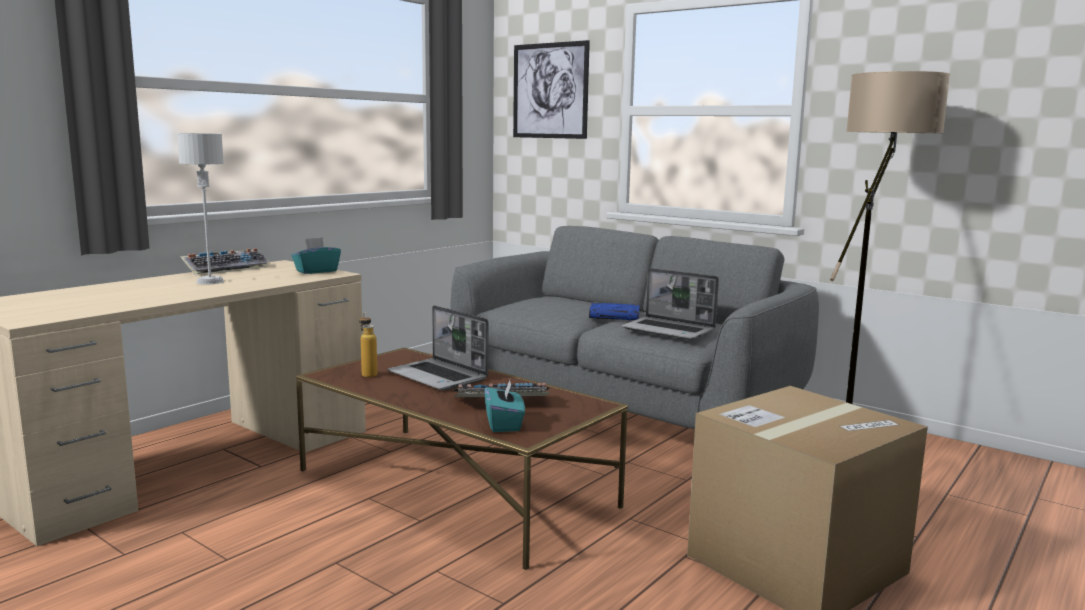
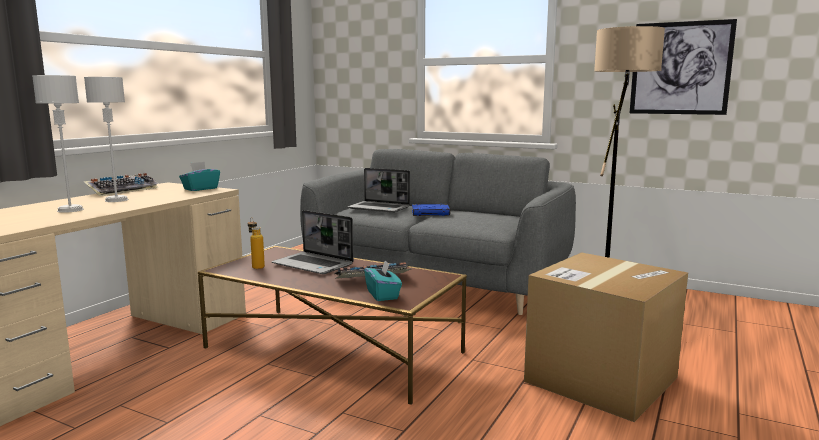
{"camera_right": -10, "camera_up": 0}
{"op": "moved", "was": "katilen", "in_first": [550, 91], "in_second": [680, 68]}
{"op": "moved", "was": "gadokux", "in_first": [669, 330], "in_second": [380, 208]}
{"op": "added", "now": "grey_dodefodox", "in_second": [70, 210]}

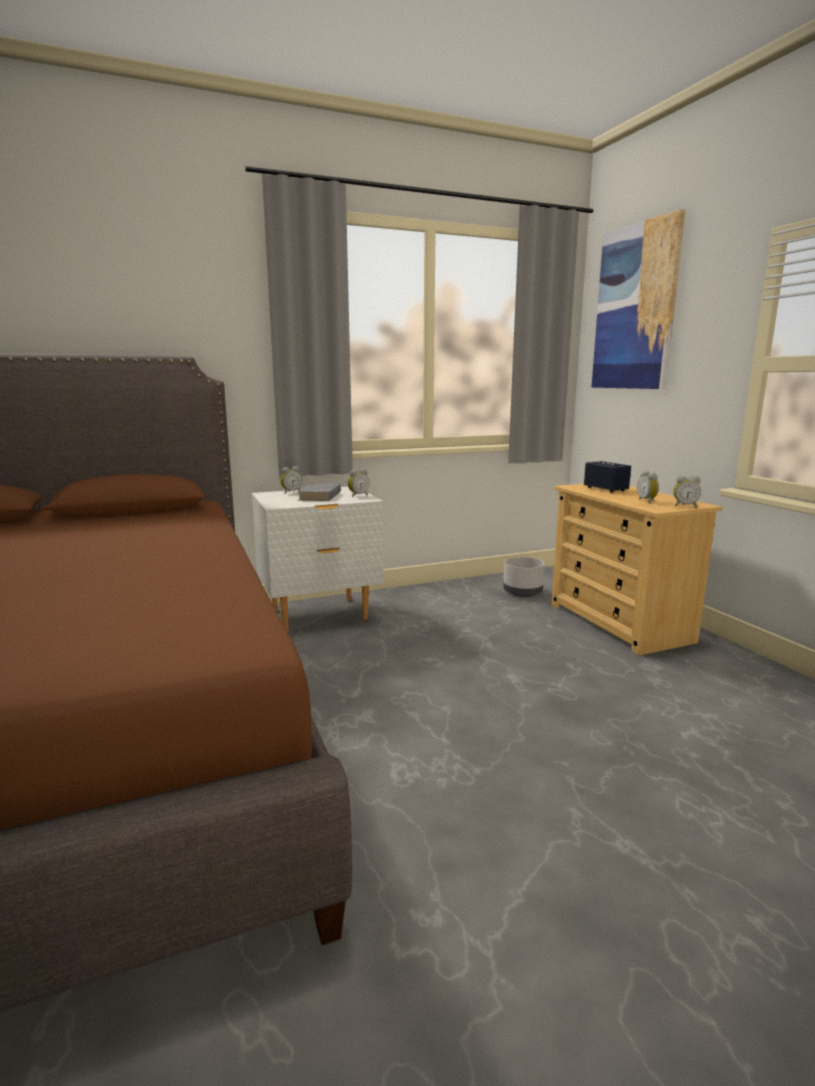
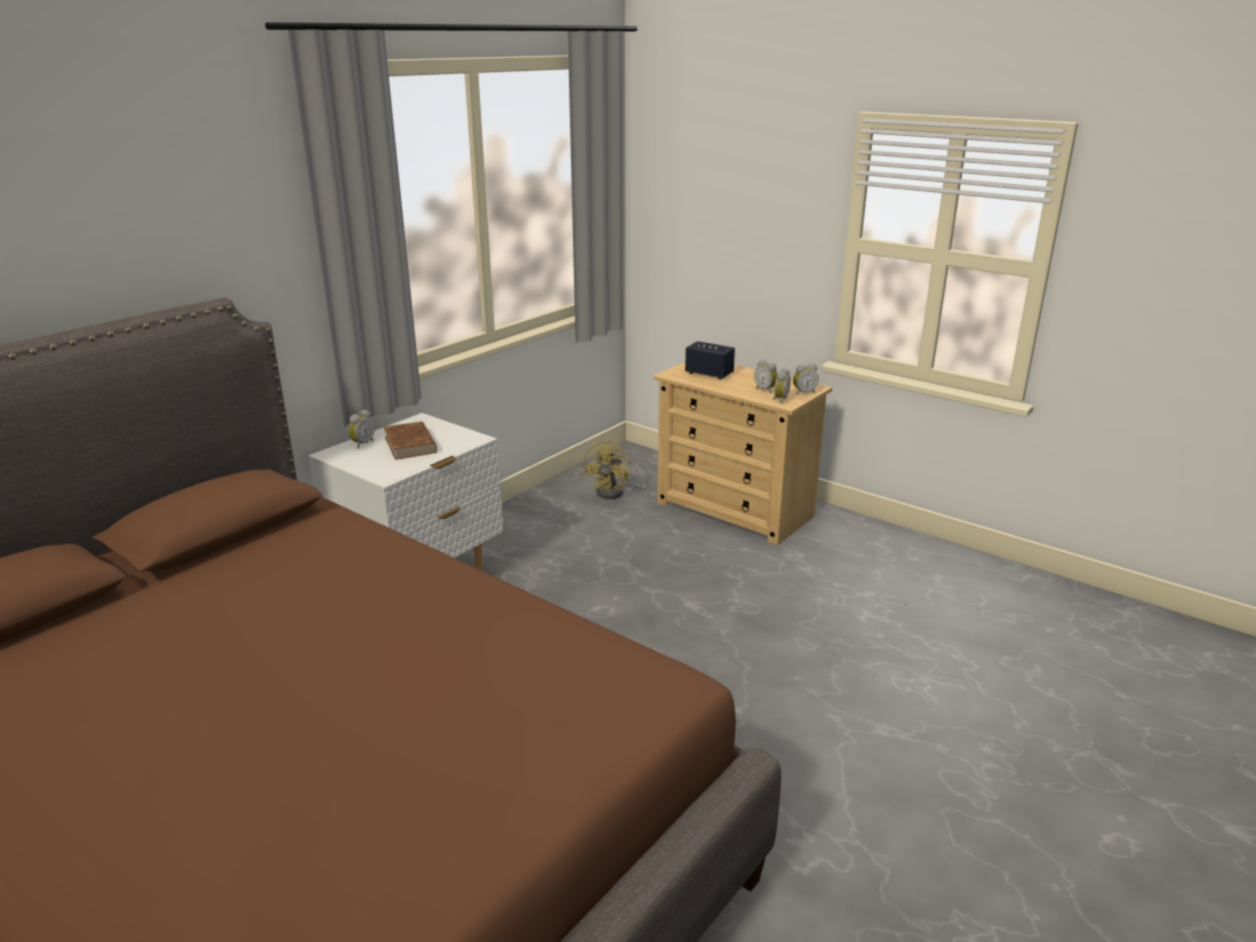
{"camera_right": -30, "camera_up": 10}
{"op": "removed", "was": "katilen", "in_first": [635, 308]}
{"op": "moved", "was": "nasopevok", "in_first": [358, 495], "in_second": [779, 400]}
{"op": "recoloured", "was": "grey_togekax", "now": "brown_togekax", "in_first": [320, 496], "in_second": [410, 444]}
{"op": "replaced", "was": "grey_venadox", "now": "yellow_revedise", "in_first": [523, 592], "in_second": [616, 492]}

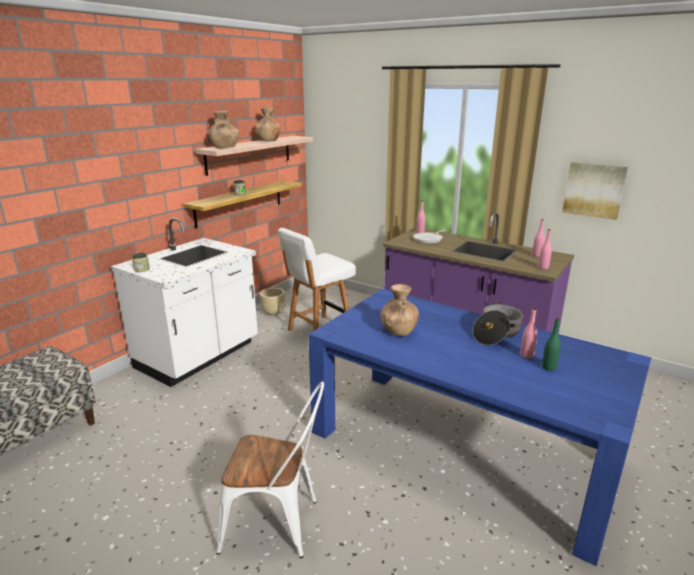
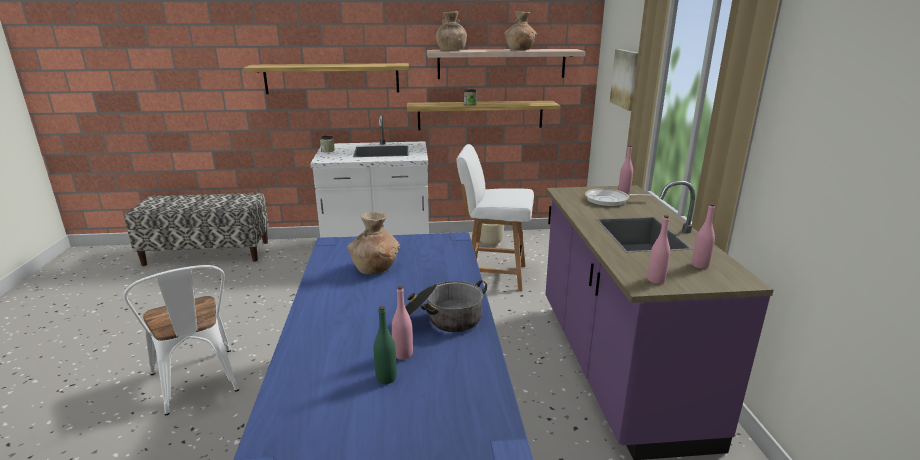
{"camera_right": 50, "camera_up": 0}
{"op": "moved", "was": "katilen", "in_first": [594, 190], "in_second": [626, 79]}
{"op": "added", "now": "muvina", "in_second": [332, 78]}

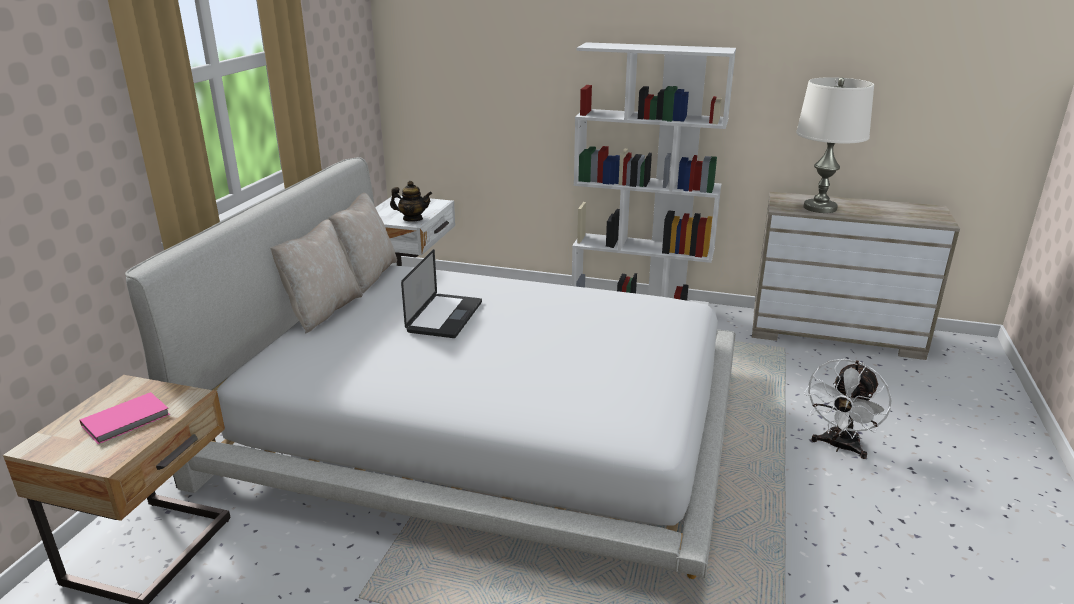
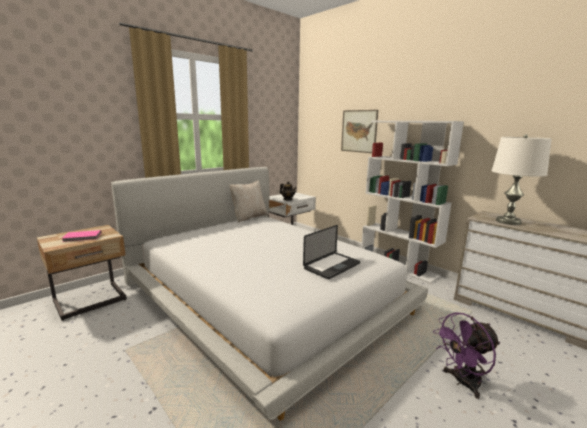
{"camera_right": 30, "camera_up": -10}
{"op": "removed", "was": "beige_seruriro", "in_first": [322, 311]}
{"op": "moved", "was": "gadokux", "in_first": [445, 317], "in_second": [332, 266]}
{"op": "recoloured", "was": "white_revedise", "now": "purple_revedise", "in_first": [839, 447], "in_second": [462, 382]}
{"op": "added", "now": "katilen", "in_second": [359, 131]}

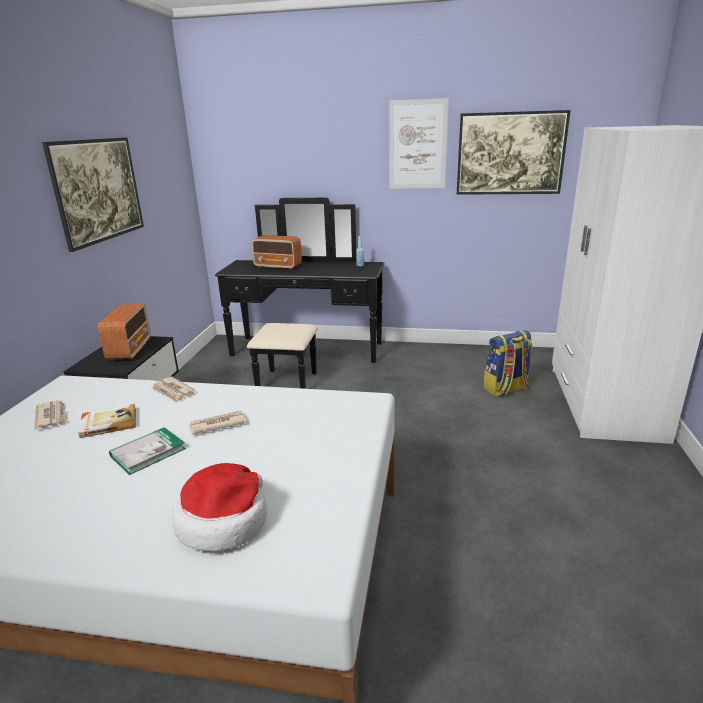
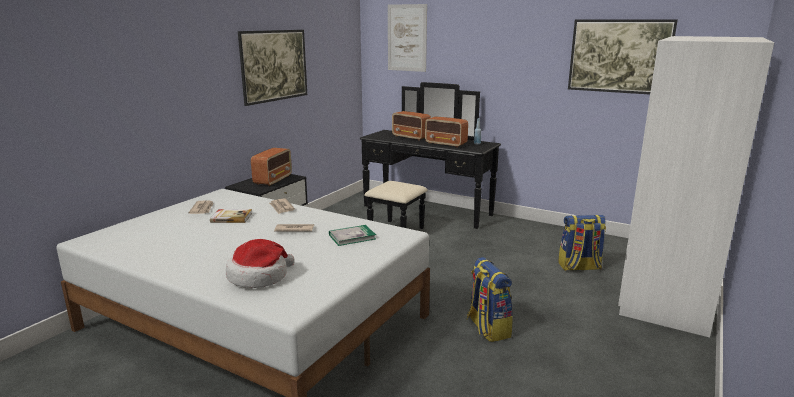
{"camera_right": 20, "camera_up": -5}
{"op": "moved", "was": "katilen", "in_first": [417, 145], "in_second": [407, 38]}
{"op": "moved", "was": "togekax", "in_first": [148, 452], "in_second": [352, 237]}
{"op": "added", "now": "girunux", "in_second": [446, 144]}
{"op": "added", "now": "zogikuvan", "in_second": [487, 328]}

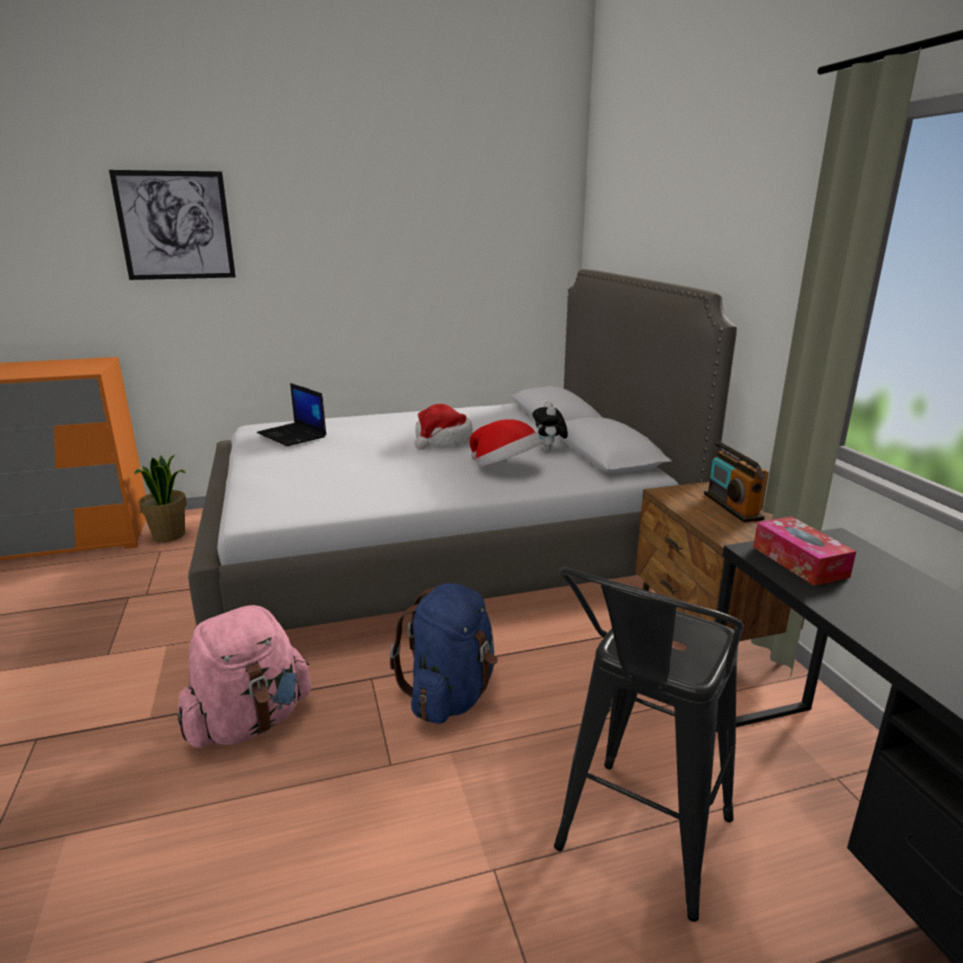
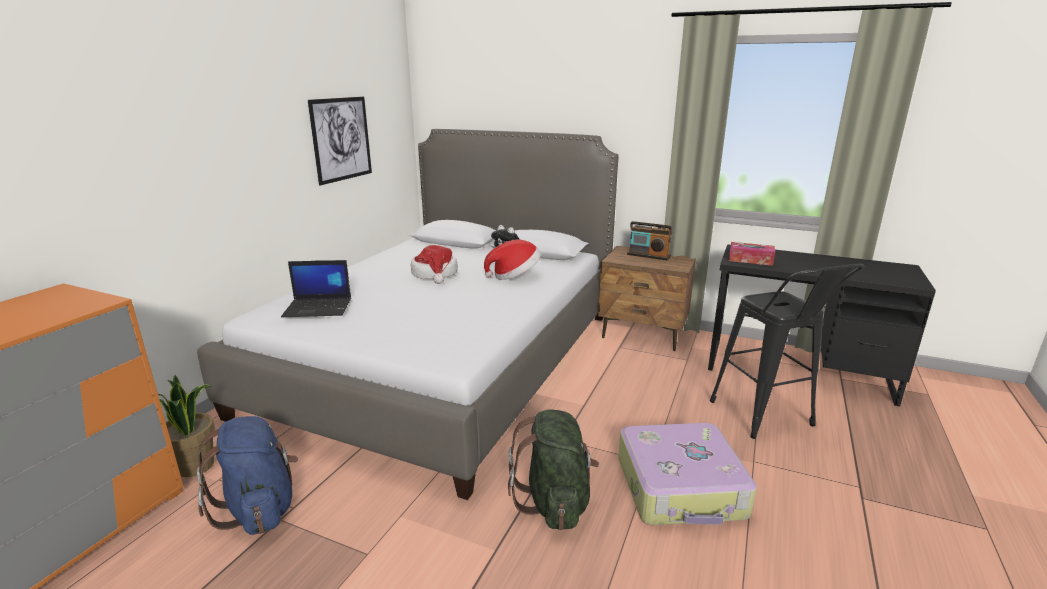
{"camera_right": -50, "camera_up": 0}
{"op": "moved", "was": "katilen", "in_first": [175, 226], "in_second": [341, 139]}
{"op": "moved", "was": "blue_zogikuvan", "in_first": [451, 695], "in_second": [260, 509]}
{"op": "recoloured", "was": "pink_zogikuvan", "now": "green_zogikuvan", "in_first": [250, 722], "in_second": [555, 502]}
{"op": "added", "now": "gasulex", "in_second": [681, 488]}

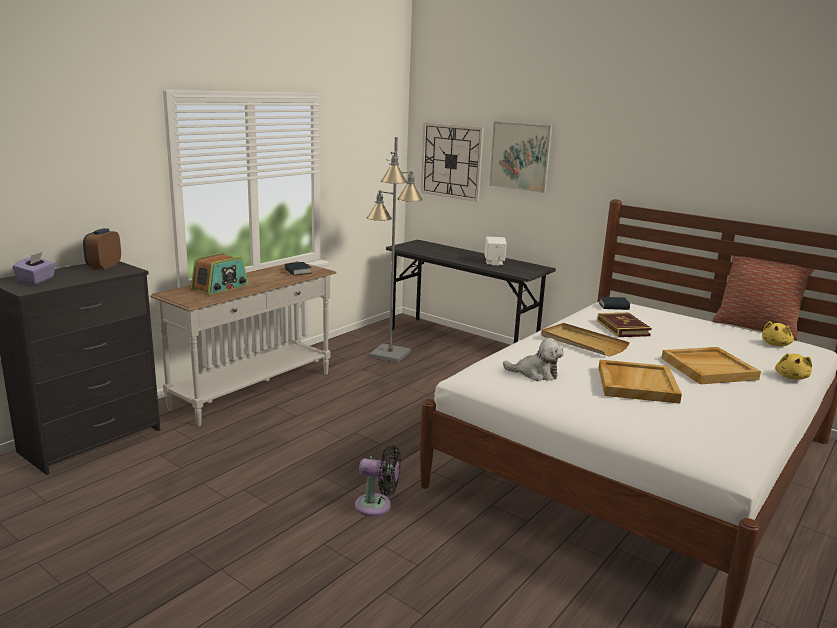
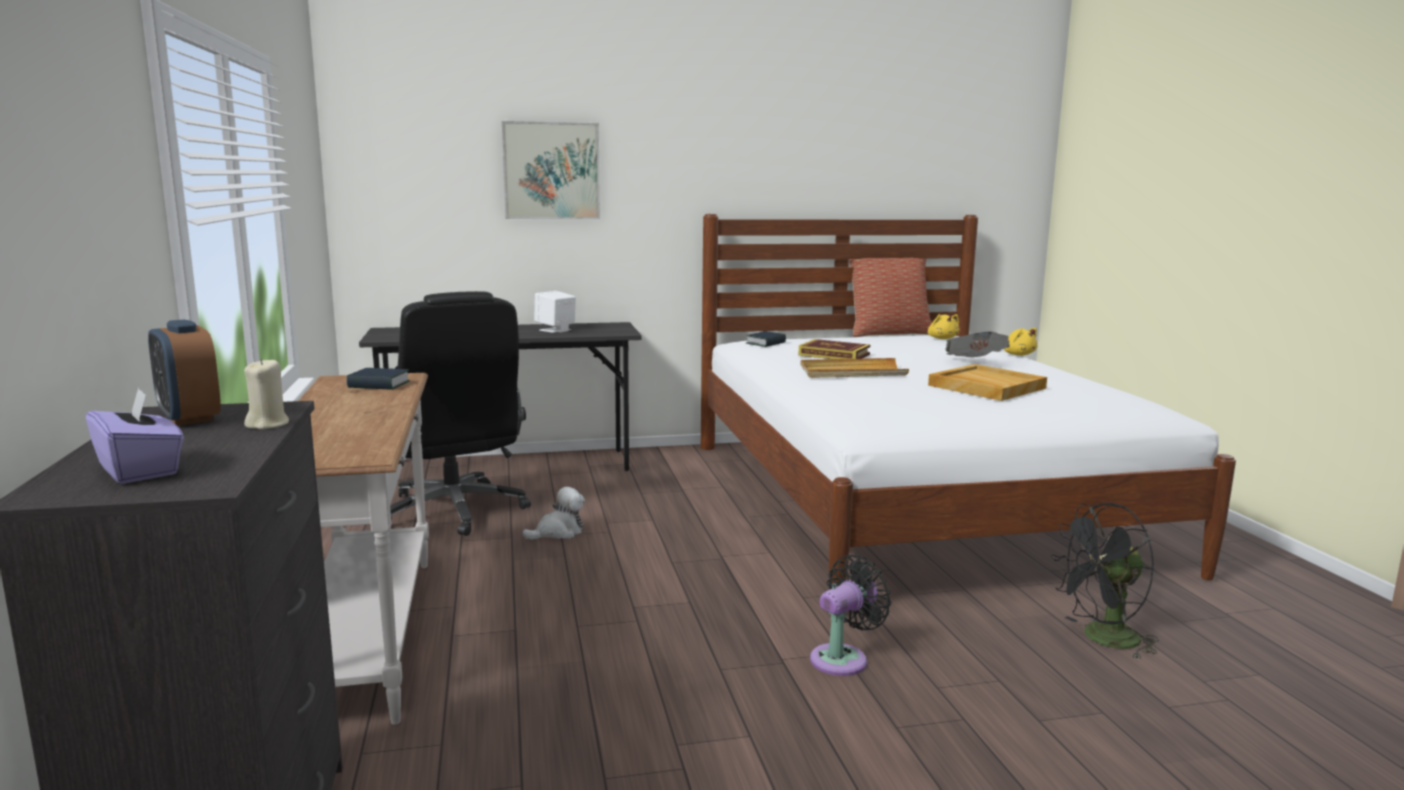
{"camera_right": -50, "camera_up": -5}
{"op": "removed", "was": "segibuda", "in_first": [451, 161]}
{"op": "replaced", "was": "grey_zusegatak", "now": "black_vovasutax", "in_first": [389, 354], "in_second": [454, 511]}
{"op": "removed", "was": "girunux", "in_first": [220, 287]}
{"op": "moved", "was": "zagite", "in_first": [535, 374], "in_second": [558, 532]}
{"op": "replaced", "was": "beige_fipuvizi", "now": "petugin", "in_first": [708, 368], "in_second": [975, 363]}
{"op": "added", "now": "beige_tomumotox", "in_second": [268, 424]}
{"op": "added", "now": "black_revedise", "in_second": [1102, 639]}

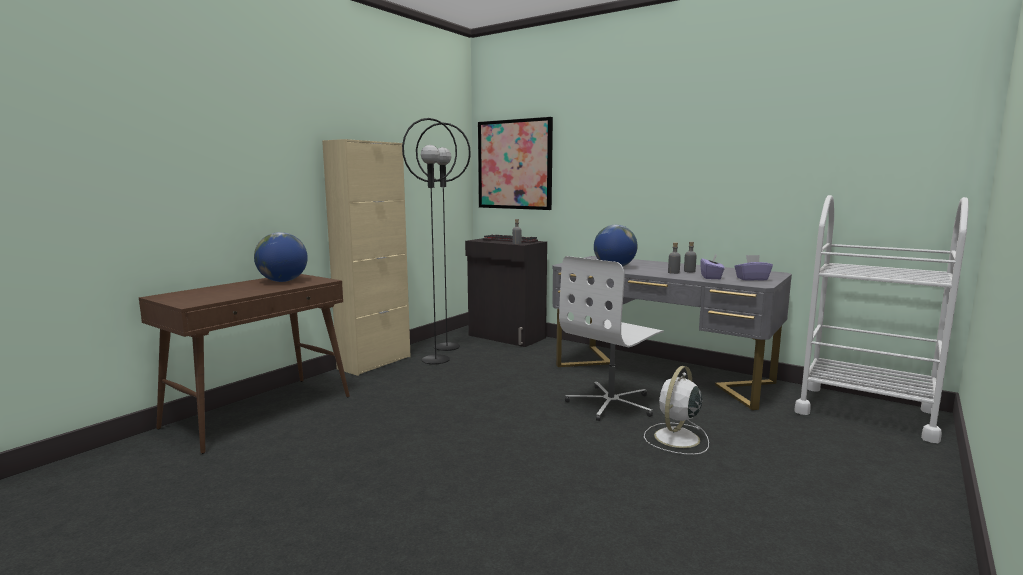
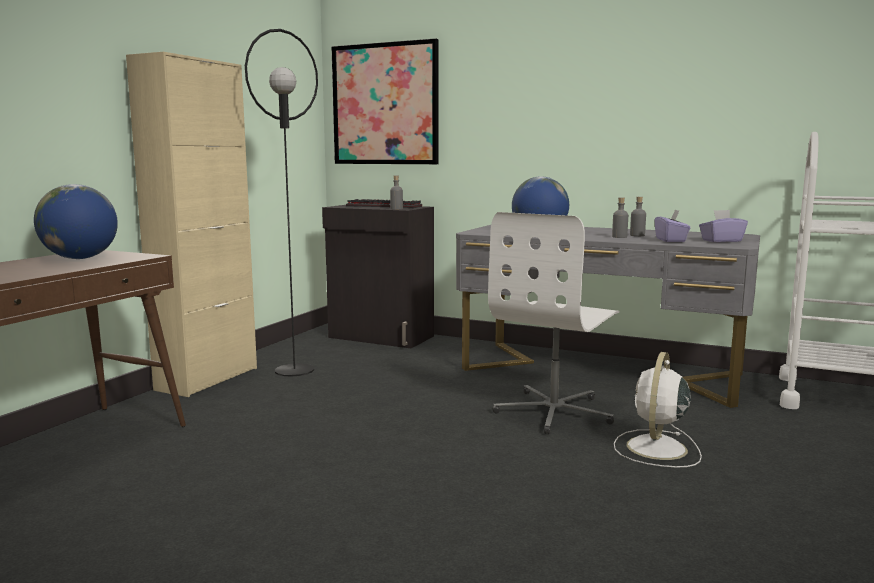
{"camera_right": -10, "camera_up": 0}
{"op": "removed", "was": "black_zusegatak", "in_first": [447, 346]}

